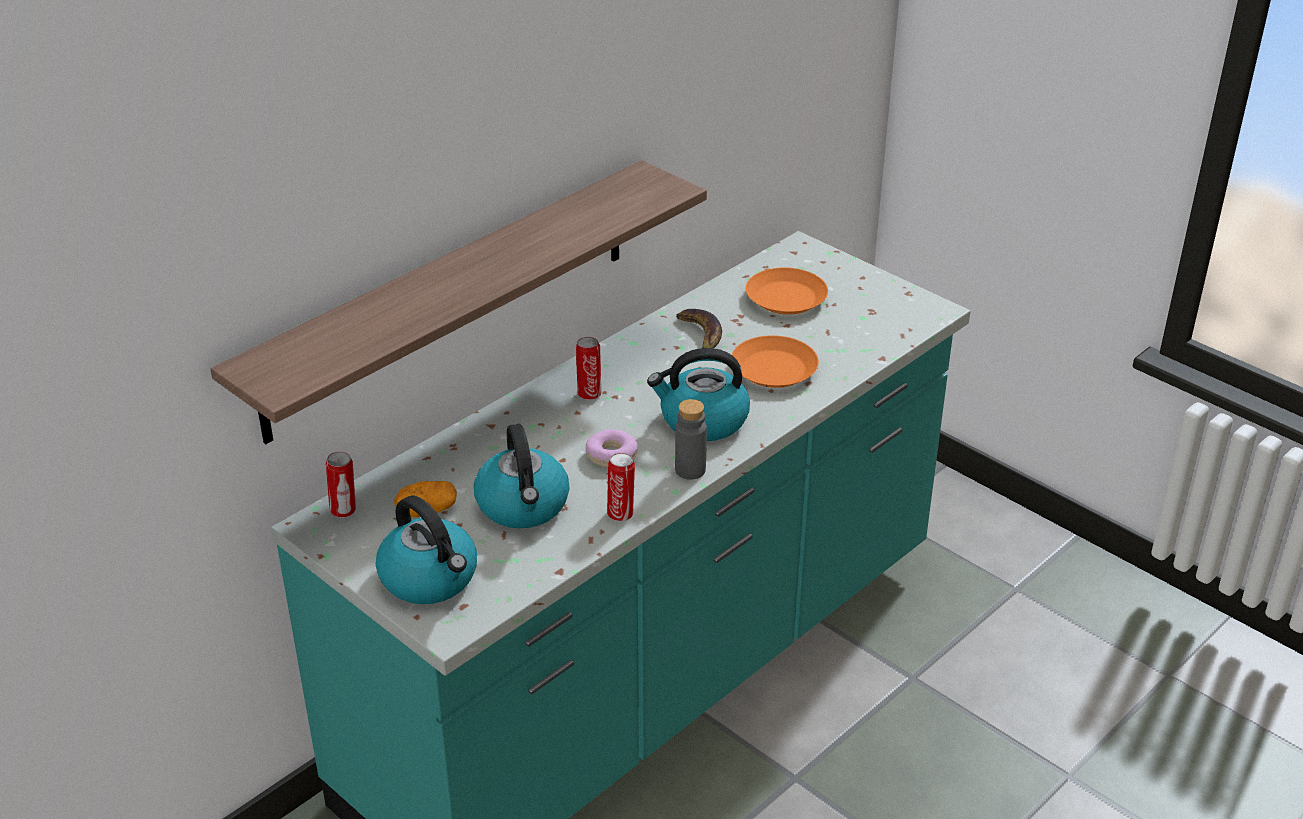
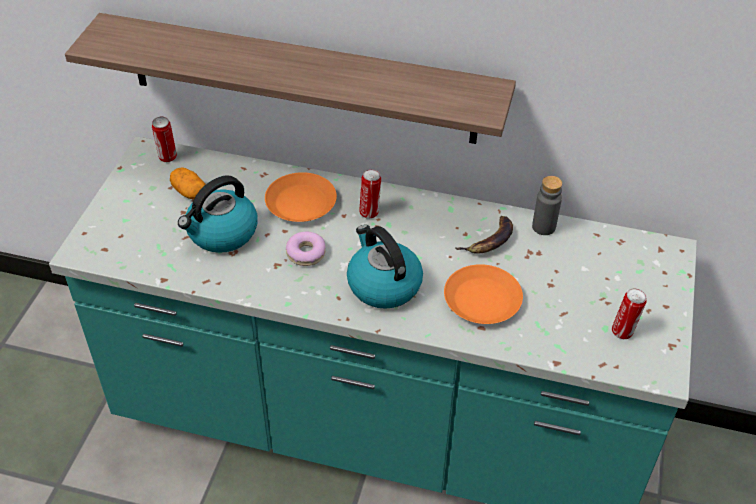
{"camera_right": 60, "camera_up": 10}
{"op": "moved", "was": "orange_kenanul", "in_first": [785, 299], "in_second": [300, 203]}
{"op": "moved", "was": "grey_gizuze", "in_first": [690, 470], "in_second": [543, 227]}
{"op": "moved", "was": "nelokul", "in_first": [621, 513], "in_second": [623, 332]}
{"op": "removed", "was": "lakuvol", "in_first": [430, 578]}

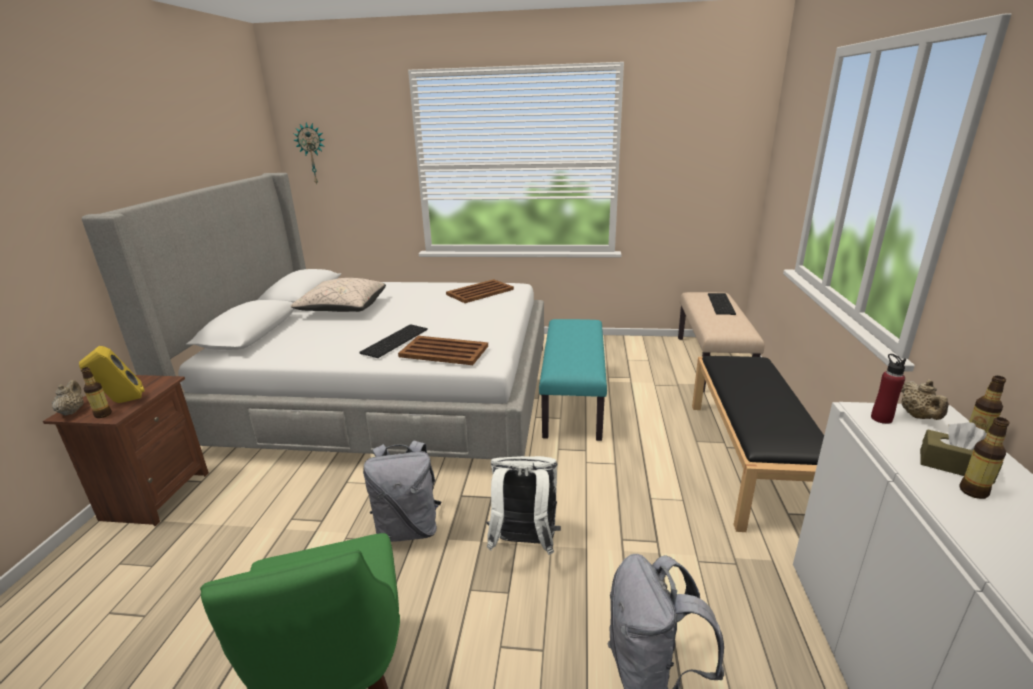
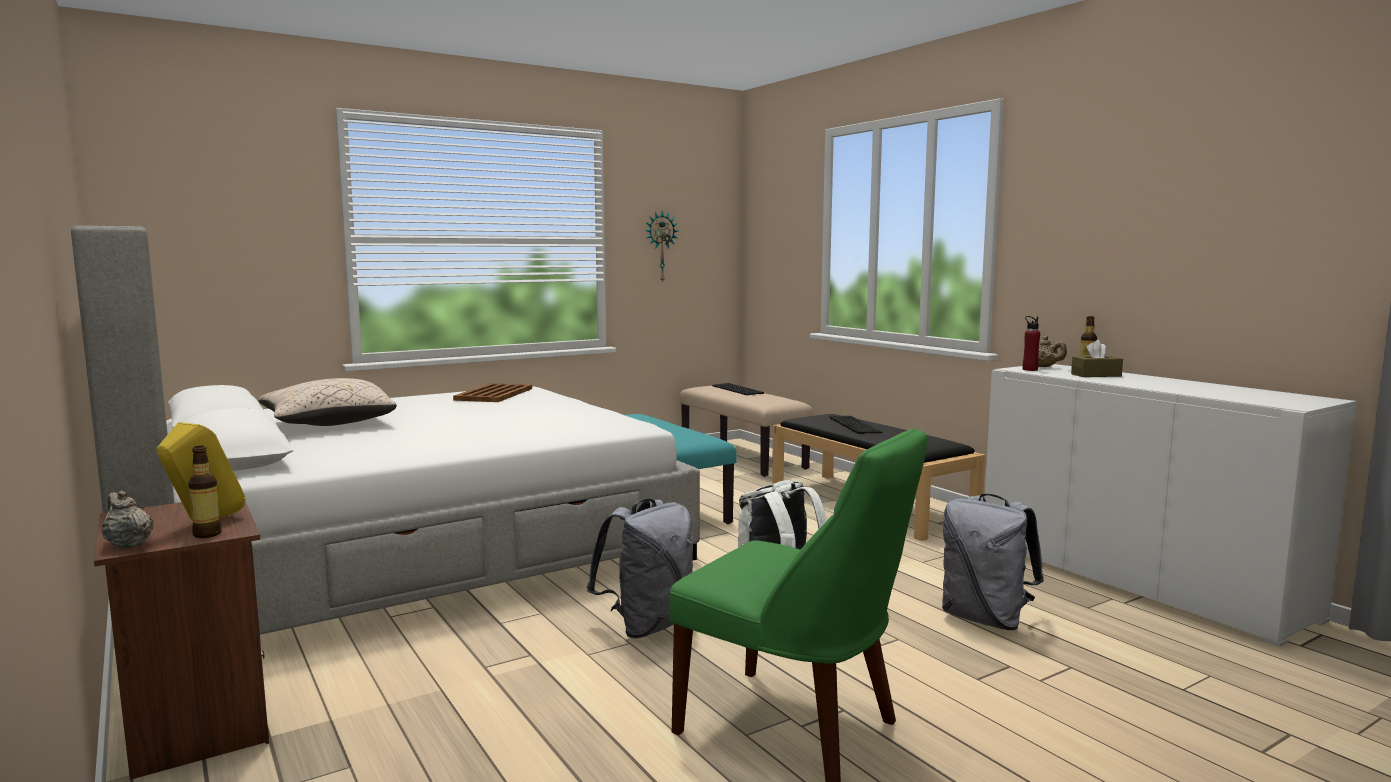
{"camera_right": -40, "camera_up": -15}
{"op": "moved", "was": "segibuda", "in_first": [312, 153], "in_second": [660, 246]}
{"op": "moved", "was": "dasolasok", "in_first": [394, 340], "in_second": [852, 425]}
{"op": "removed", "was": "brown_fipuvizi", "in_first": [443, 351]}
{"op": "removed", "was": "gizuze", "in_first": [973, 491]}

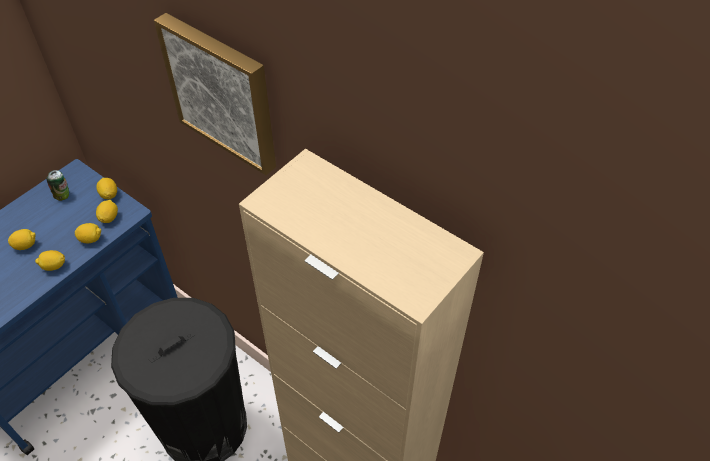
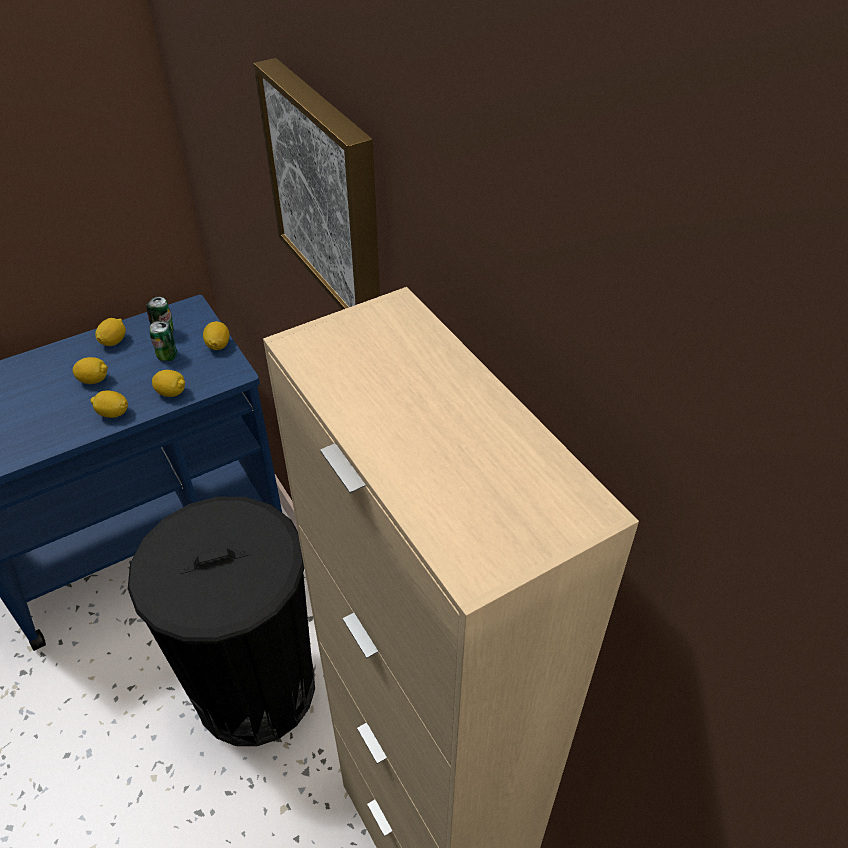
{"camera_right": 20, "camera_up": -5}
{"op": "moved", "was": "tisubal", "in_first": [109, 217], "in_second": [114, 341]}
{"op": "added", "now": "nelokul", "in_second": [167, 356]}

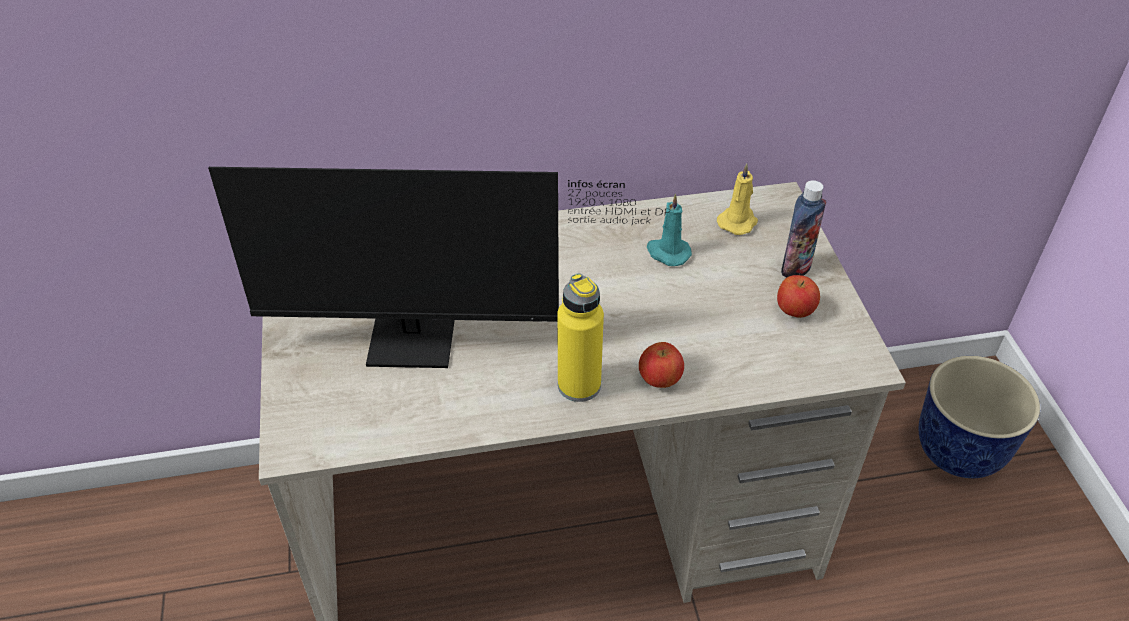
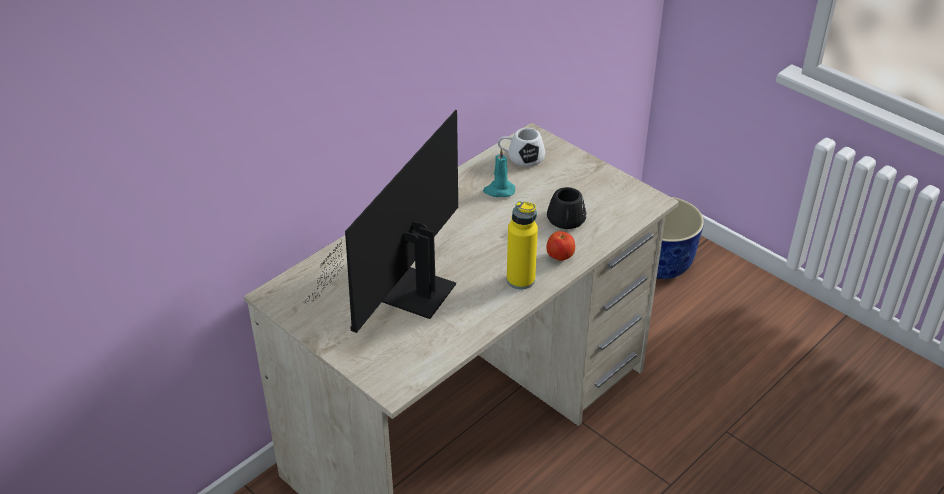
{"camera_right": -35, "camera_up": -5}
{"op": "replaced", "was": "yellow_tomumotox", "now": "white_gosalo", "in_first": [738, 221], "in_second": [521, 157]}
{"op": "turned", "was": "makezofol", "in_first": [427, 340], "in_second": [410, 298], "clockwise": 150}
{"op": "removed", "was": "gizuze", "in_first": [796, 268]}
{"op": "removed", "was": "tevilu", "in_first": [795, 311]}
{"op": "added", "now": "black_gosalo", "in_second": [566, 222]}

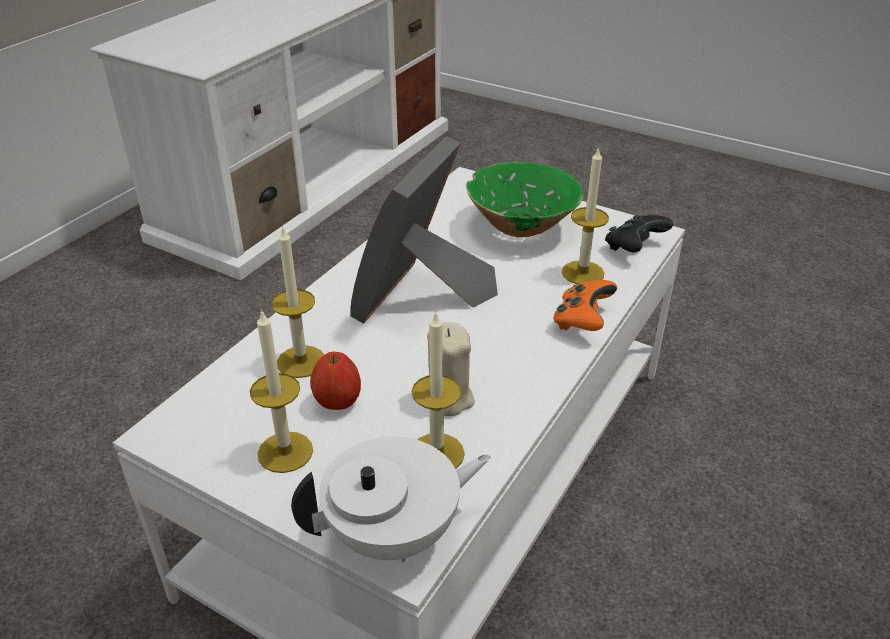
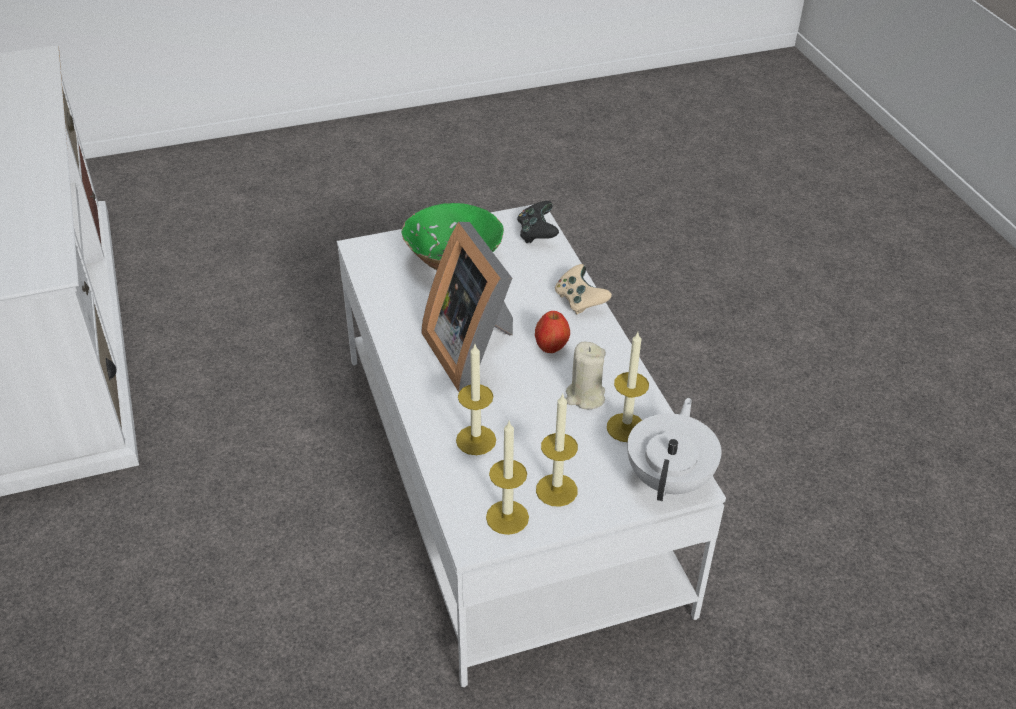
{"camera_right": -50, "camera_up": 5}
{"op": "moved", "was": "tomumotox", "in_first": [583, 273], "in_second": [507, 517]}
{"op": "recoloured", "was": "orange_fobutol", "now": "beige_fobutol", "in_first": [582, 321], "in_second": [579, 301]}
{"op": "moved", "was": "tevilu", "in_first": [337, 403], "in_second": [551, 347]}

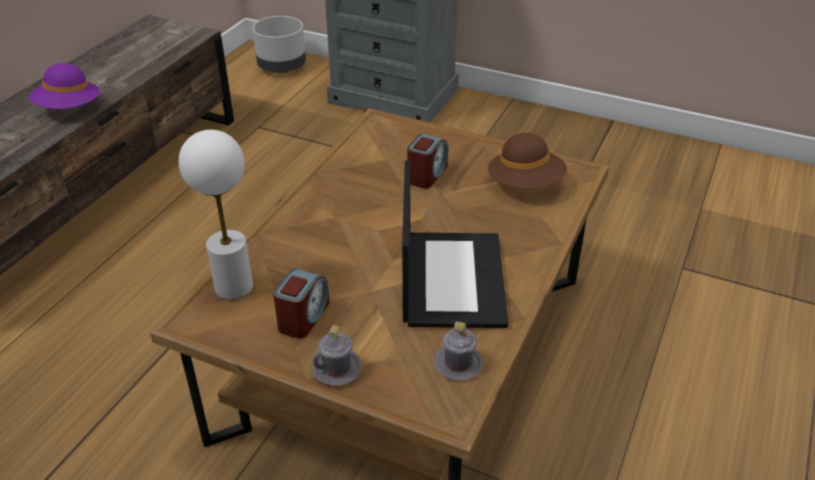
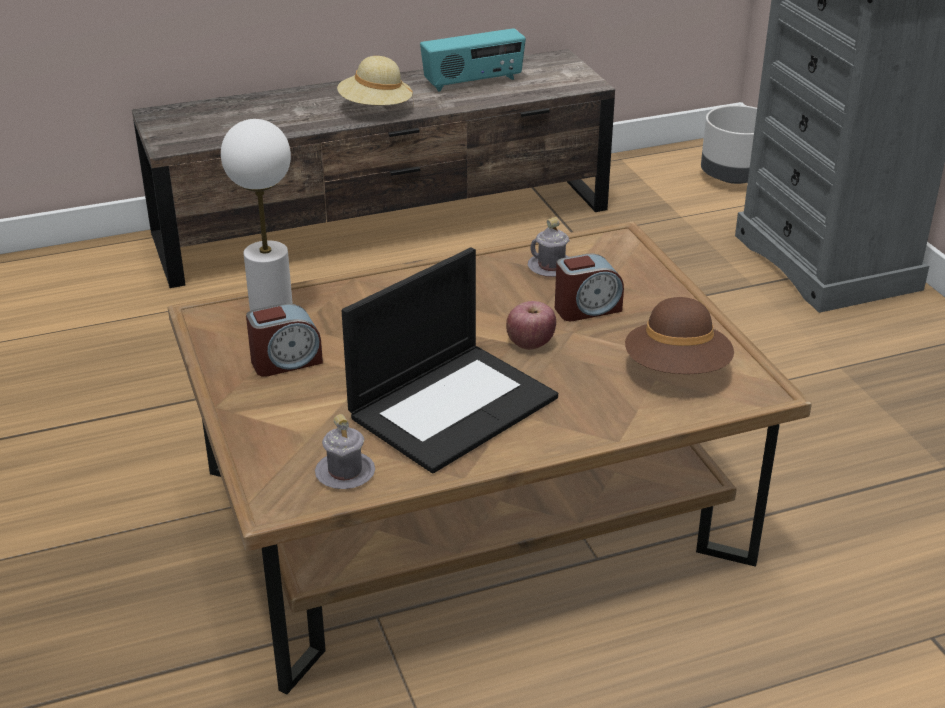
{"camera_right": 45, "camera_up": -5}
{"op": "recoloured", "was": "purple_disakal", "now": "beige_disakal", "in_first": [69, 108], "in_second": [375, 108]}
{"op": "moved", "was": "grey_gosalo", "in_first": [337, 368], "in_second": [551, 267]}
{"op": "added", "now": "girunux", "in_second": [473, 82]}
{"op": "added", "now": "tevilu", "in_second": [530, 343]}

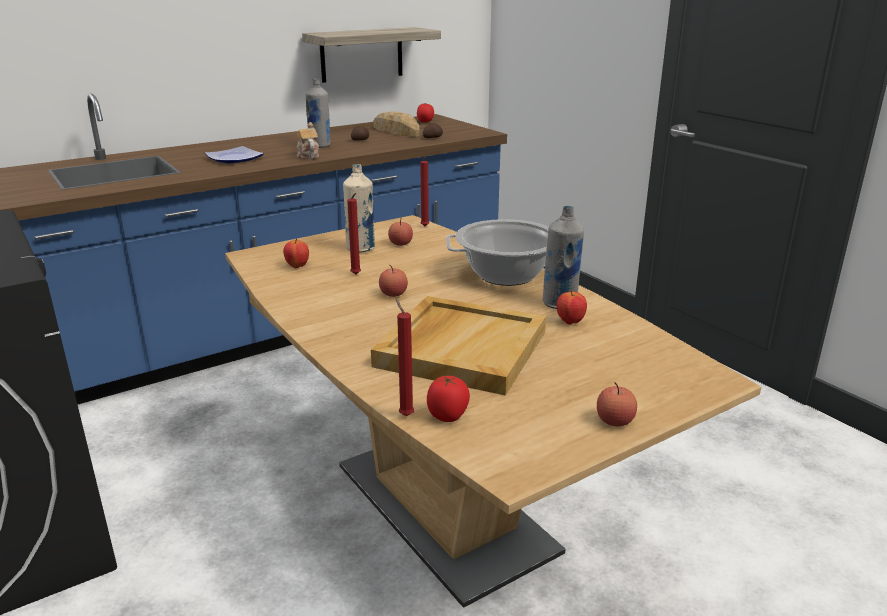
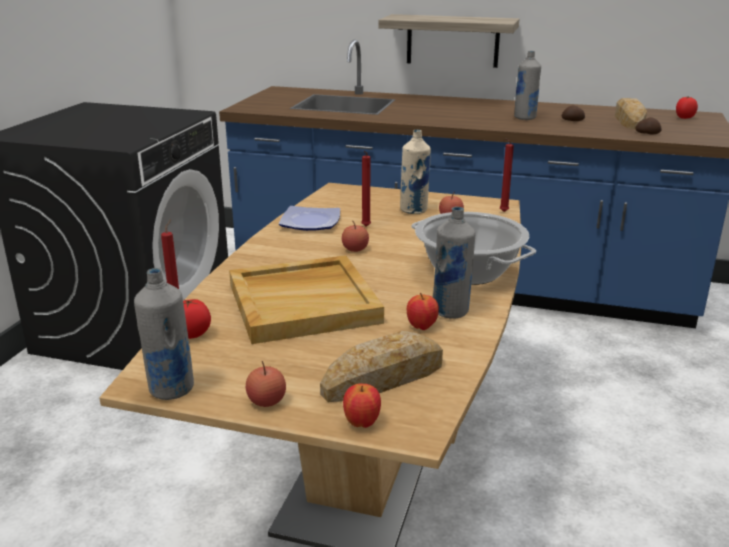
{"camera_right": 50, "camera_up": 0}
{"op": "moved", "was": "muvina", "in_first": [362, 54], "in_second": [452, 41]}
{"op": "removed", "was": "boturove", "in_first": [308, 156]}
{"op": "moved", "was": "kenanul", "in_first": [235, 158], "in_second": [311, 222]}
{"op": "moved", "was": "tevilu", "in_first": [297, 266], "in_second": [362, 423]}
{"op": "added", "now": "grey_gizuze", "in_second": [170, 389]}
{"op": "added", "now": "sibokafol", "in_second": [383, 377]}

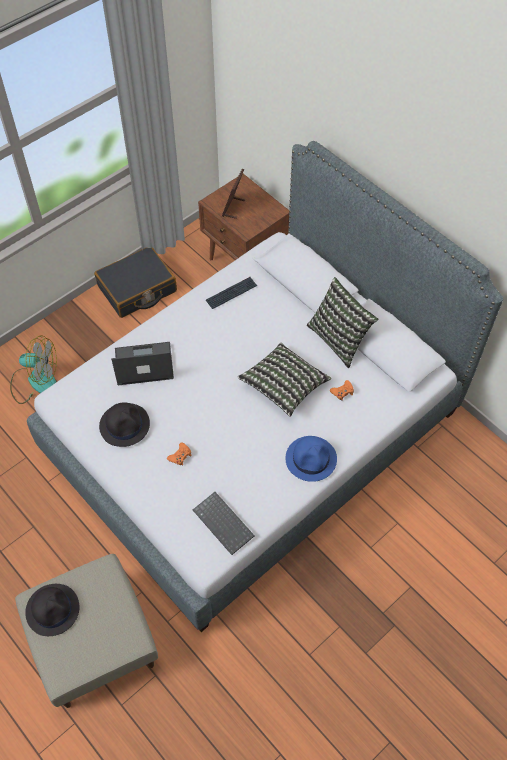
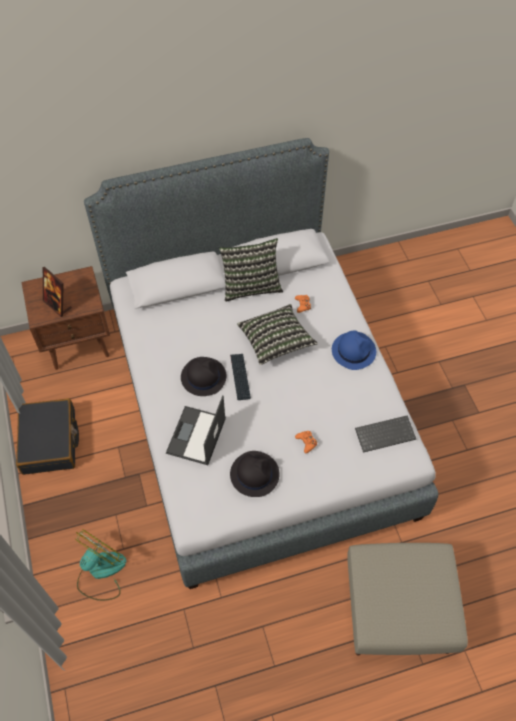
{"camera_right": -65, "camera_up": 0}
{"op": "moved", "was": "dasolasok", "in_first": [231, 293], "in_second": [240, 377]}
{"op": "moved", "was": "black_disakal", "in_first": [53, 609], "in_second": [203, 377]}

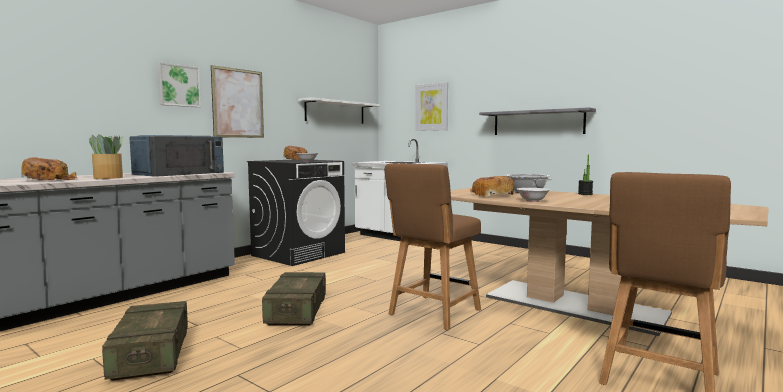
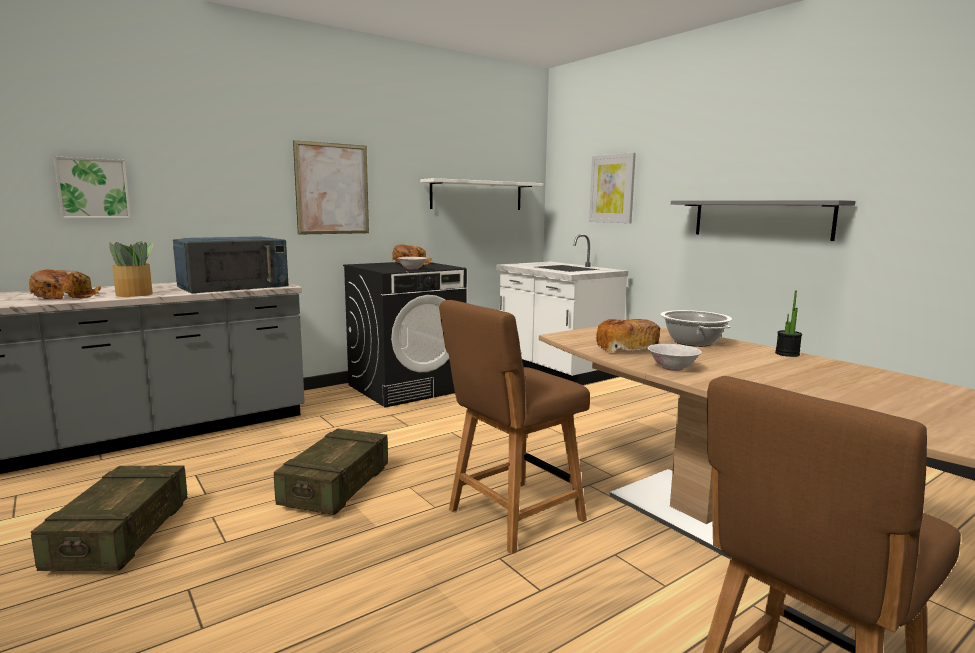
{"camera_right": 15, "camera_up": 5}
{"op": "moved", "was": "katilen", "in_first": [178, 86], "in_second": [93, 188]}

